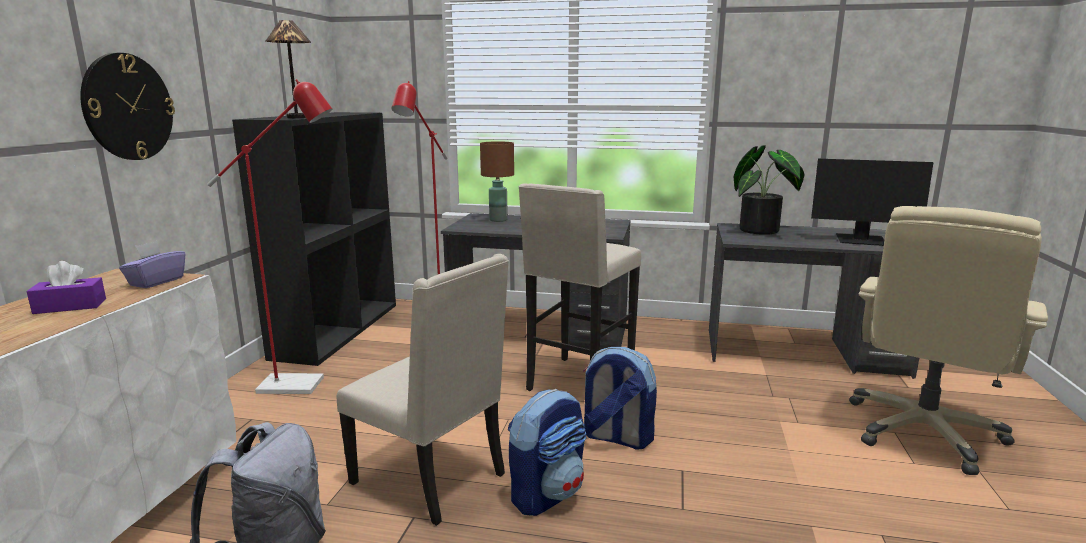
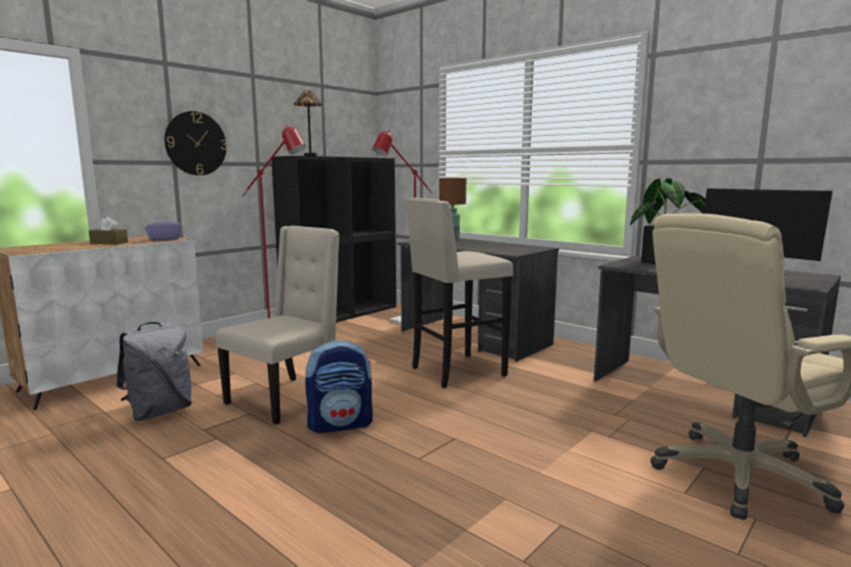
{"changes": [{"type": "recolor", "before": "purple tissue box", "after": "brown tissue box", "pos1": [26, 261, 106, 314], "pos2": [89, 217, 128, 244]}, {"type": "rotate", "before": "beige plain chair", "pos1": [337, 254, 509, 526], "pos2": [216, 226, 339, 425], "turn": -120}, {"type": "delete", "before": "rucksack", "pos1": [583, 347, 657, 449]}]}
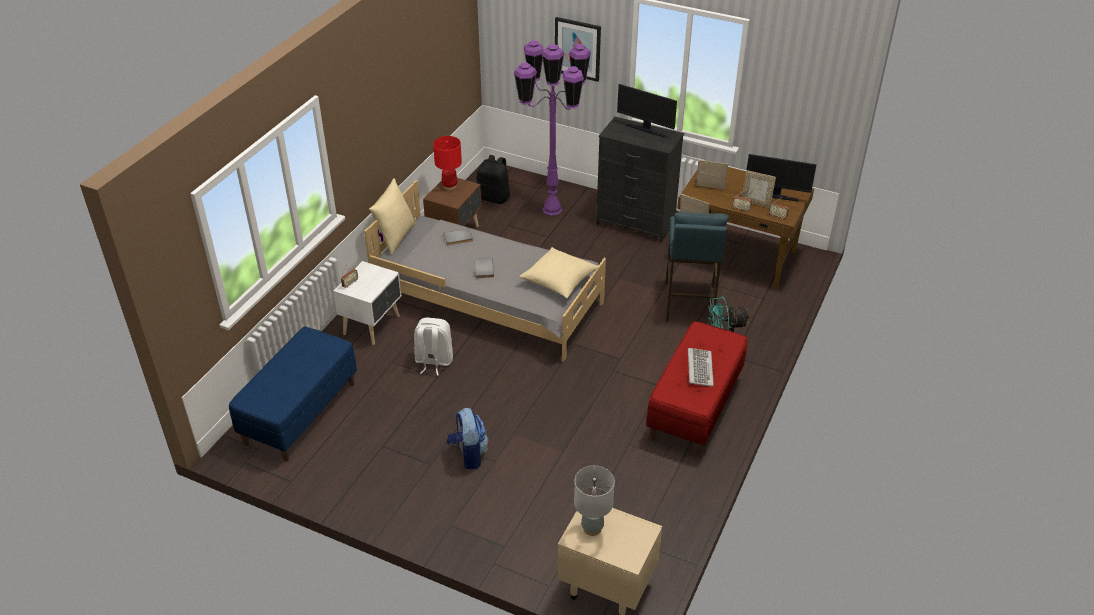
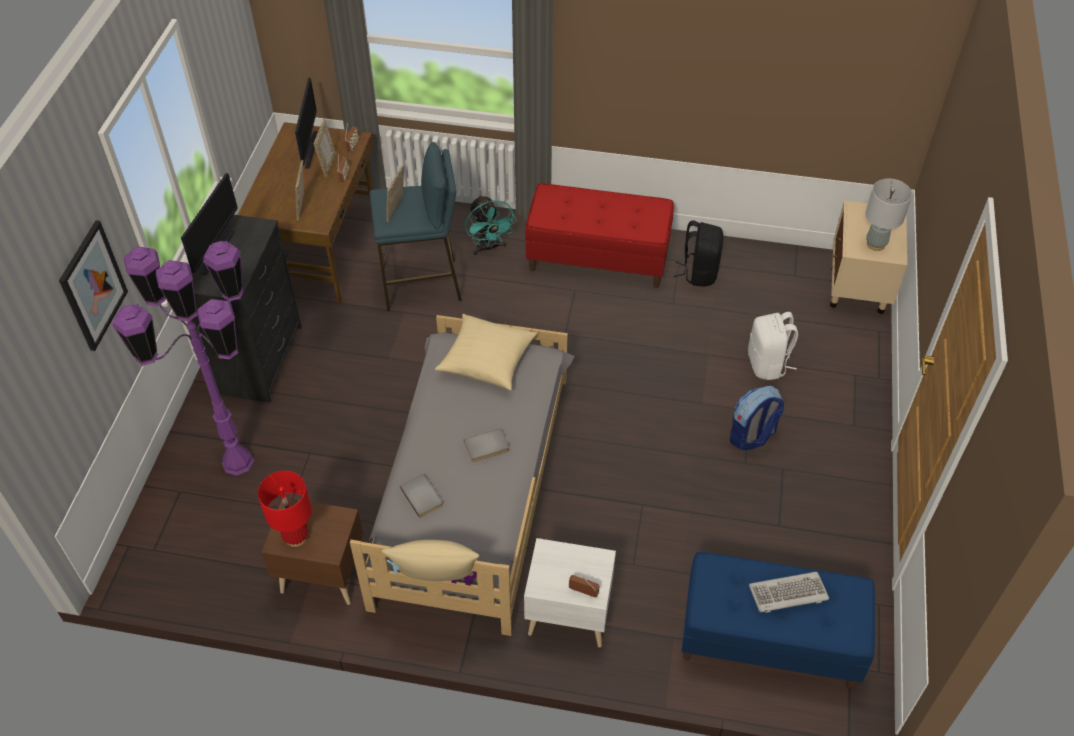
{"changes": [{"type": "move", "before": "blackish rucksack", "pos1": [477, 155, 510, 204], "pos2": [674, 221, 723, 286]}, {"type": "move", "before": "white rucksack", "pos1": [414, 318, 453, 376], "pos2": [748, 312, 798, 380]}, {"type": "move", "before": "keyboard", "pos1": [688, 348, 714, 387], "pos2": [749, 572, 829, 613]}]}
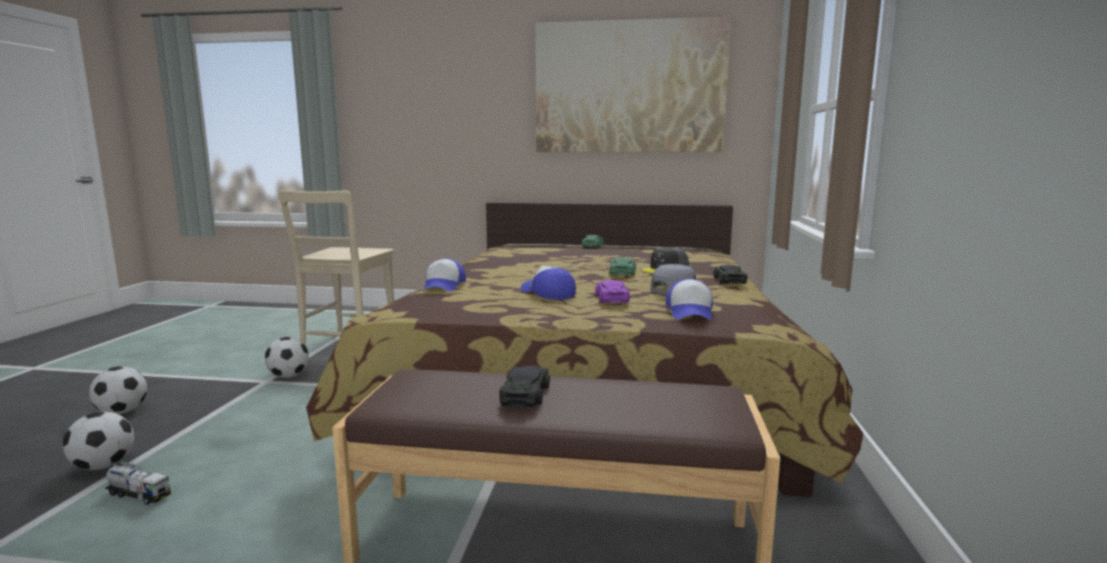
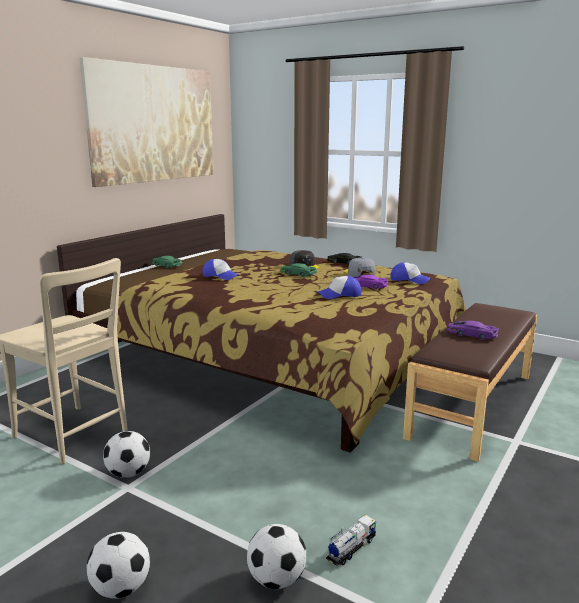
{"changes": [{"type": "move", "before": "baseball cap", "pos1": [423, 259, 466, 291], "pos2": [202, 259, 240, 280]}, {"type": "recolor", "before": "blackish miniature car", "after": "purple miniature car", "pos1": [499, 366, 550, 408], "pos2": [447, 321, 499, 340]}]}
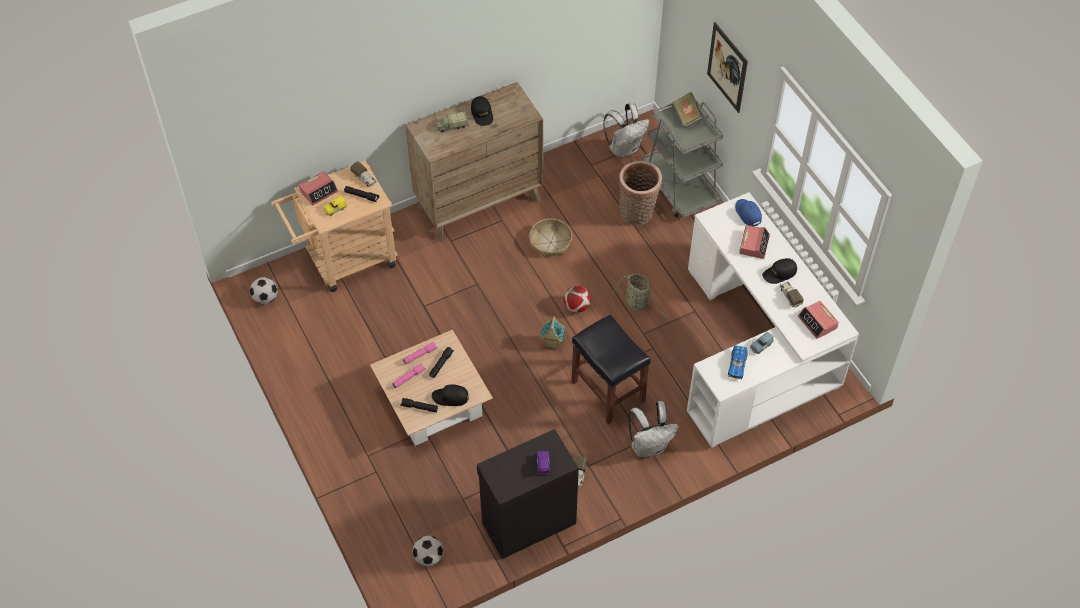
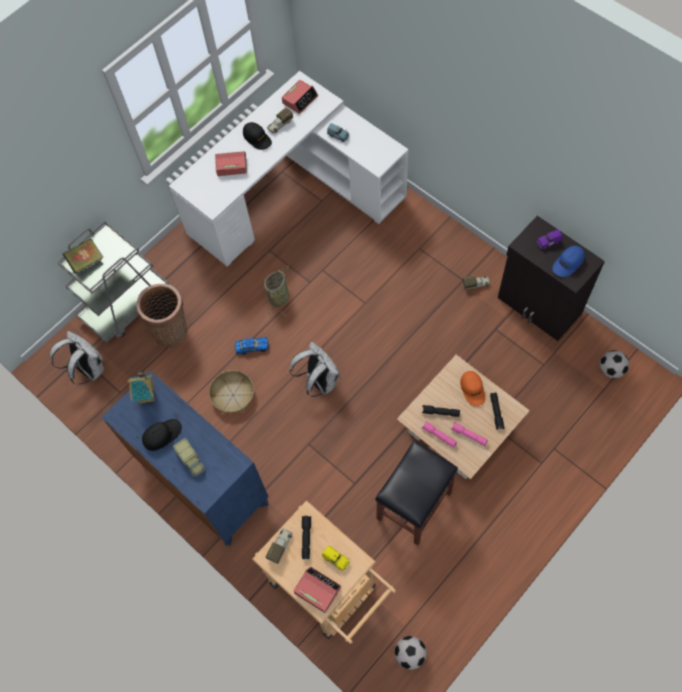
{"changes": [{"type": "recolor", "before": "brown dresser", "after": "blue dresser", "pos1": [405, 82, 543, 241], "pos2": [101, 371, 269, 546]}, {"type": "move", "before": "toy house", "pos1": [540, 316, 565, 349], "pos2": [127, 370, 155, 404]}, {"type": "move", "before": "miniature car", "pos1": [728, 346, 748, 379], "pos2": [235, 337, 269, 355]}, {"type": "move", "before": "white rucksack", "pos1": [628, 401, 679, 457], "pos2": [289, 342, 341, 397]}, {"type": "move", "before": "blackish sitting stool", "pos1": [571, 315, 651, 425], "pos2": [375, 441, 458, 545]}, {"type": "recolor", "before": "blackish baseball cap", "after": "orange-coloured baseball cap", "pos1": [432, 385, 469, 406], "pos2": [460, 371, 485, 406]}, {"type": "move", "before": "blue baseball cap", "pos1": [735, 199, 762, 226], "pos2": [552, 246, 585, 277]}, {"type": "delete", "before": "football ball", "pos1": [564, 286, 591, 313]}, {"type": "delete", "before": "wall picture", "pos1": [707, 22, 748, 113]}]}
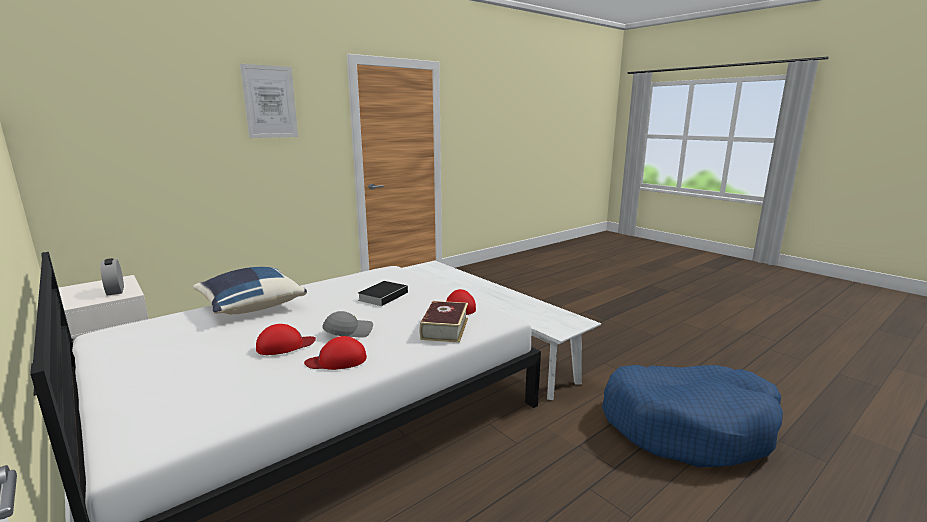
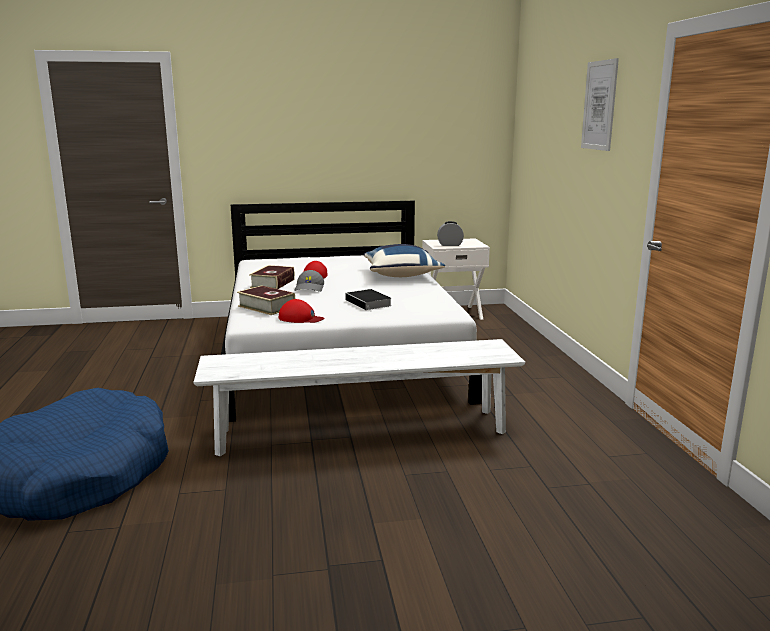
{"changes": [{"type": "replace", "before": "red-coloured baseball cap", "after": "book", "pos1": [304, 336, 367, 370], "pos2": [249, 265, 295, 289]}]}
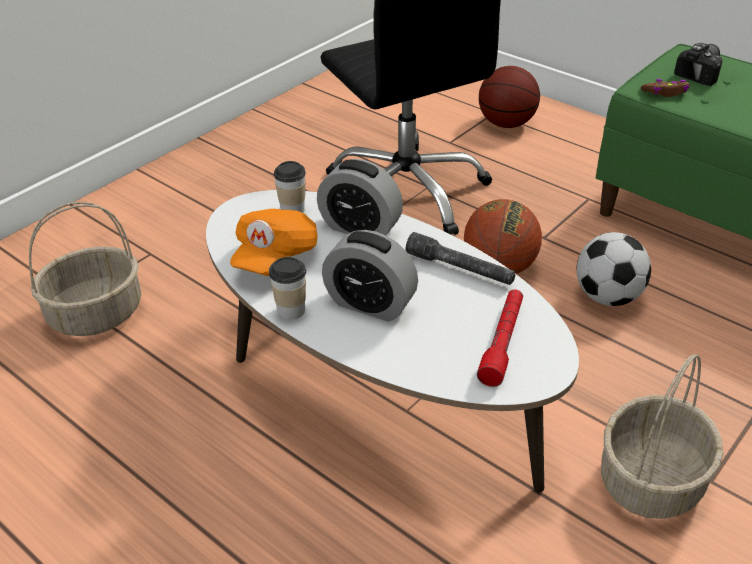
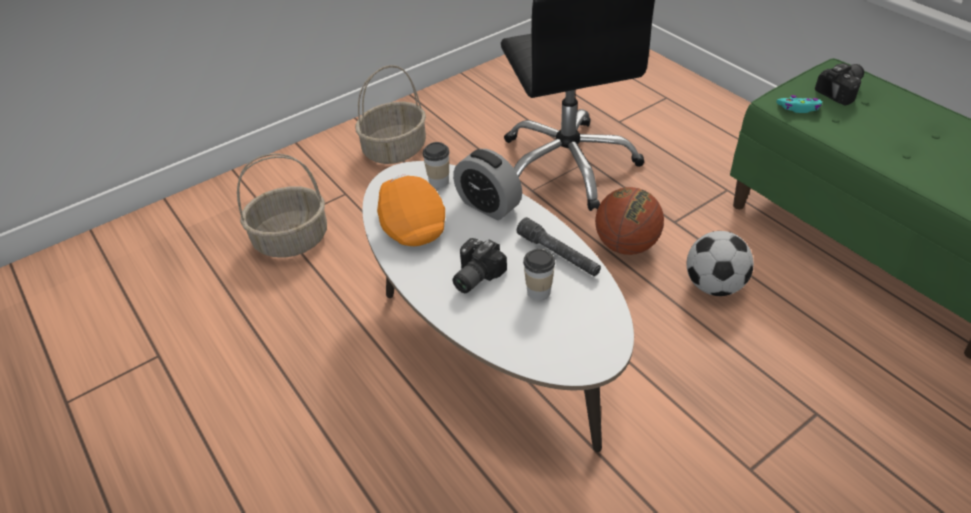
{"changes": [{"type": "move", "before": "household basket", "pos1": [601, 354, 723, 519], "pos2": [355, 65, 426, 164]}, {"type": "rotate", "before": "orange-coloured baseball cap", "pos1": [230, 209, 318, 276], "pos2": [377, 175, 445, 246], "turn": 120}, {"type": "replace", "before": "table clock", "after": "still camera", "pos1": [322, 230, 418, 322], "pos2": [453, 238, 507, 293]}, {"type": "move", "before": "drinking cup", "pos1": [269, 257, 306, 319], "pos2": [523, 249, 555, 300]}, {"type": "recolor", "before": "brown gamepad", "after": "turquoise-coloured gamepad", "pos1": [641, 79, 690, 97], "pos2": [776, 95, 822, 113]}, {"type": "delete", "before": "red-coloured torch", "pos1": [477, 289, 523, 387]}, {"type": "delete", "before": "basketball ball", "pos1": [479, 66, 540, 128]}]}
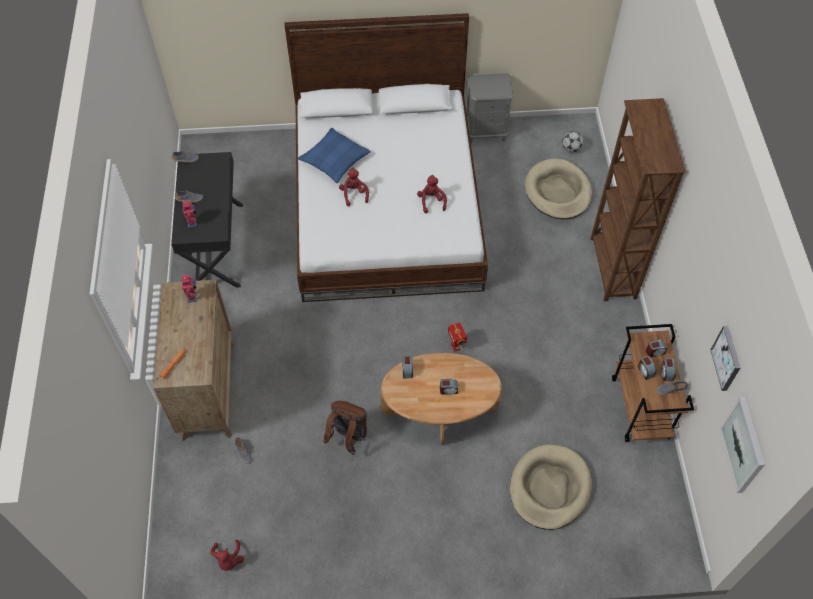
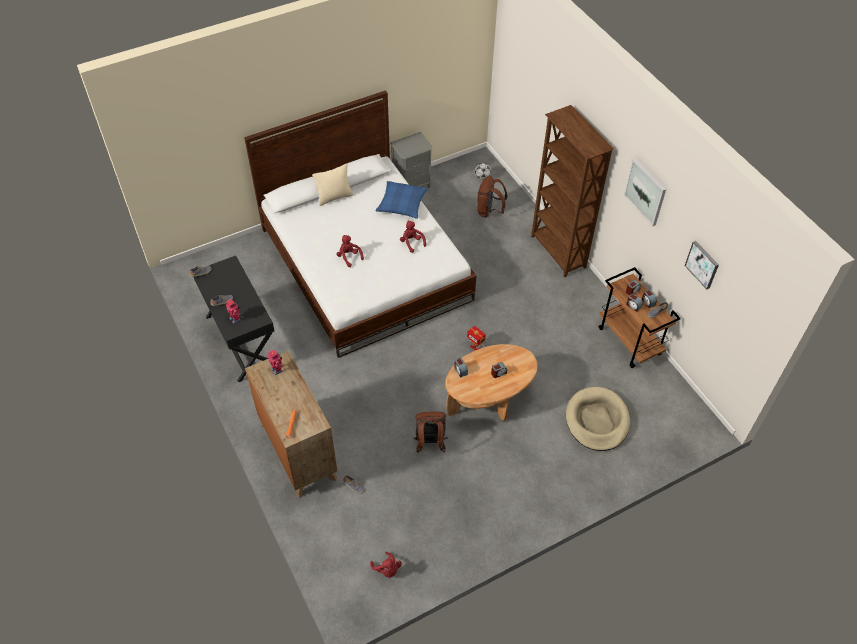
{"changes": [{"type": "insert", "after": "beige cushion", "pos2": [312, 163, 353, 206]}, {"type": "move", "before": "blue cushion", "pos1": [297, 128, 371, 183], "pos2": [375, 181, 428, 219]}, {"type": "replace", "before": "beige dog bed", "after": "brown rucksack", "pos1": [525, 158, 592, 219], "pos2": [477, 176, 507, 218]}, {"type": "move", "before": "wall picture", "pos1": [720, 397, 765, 493], "pos2": [623, 158, 666, 226]}]}
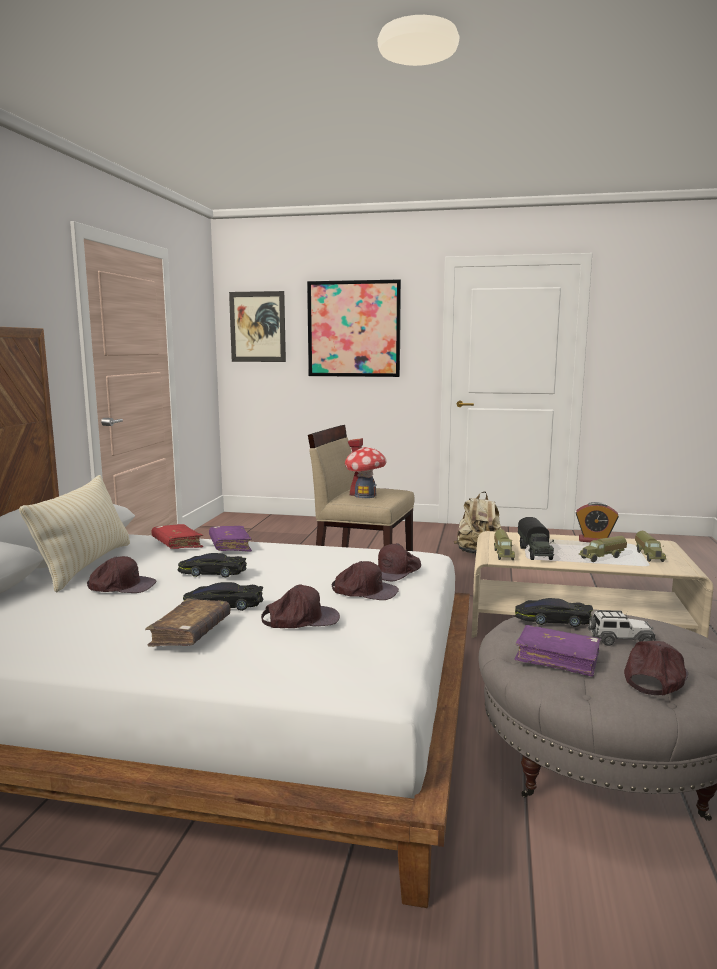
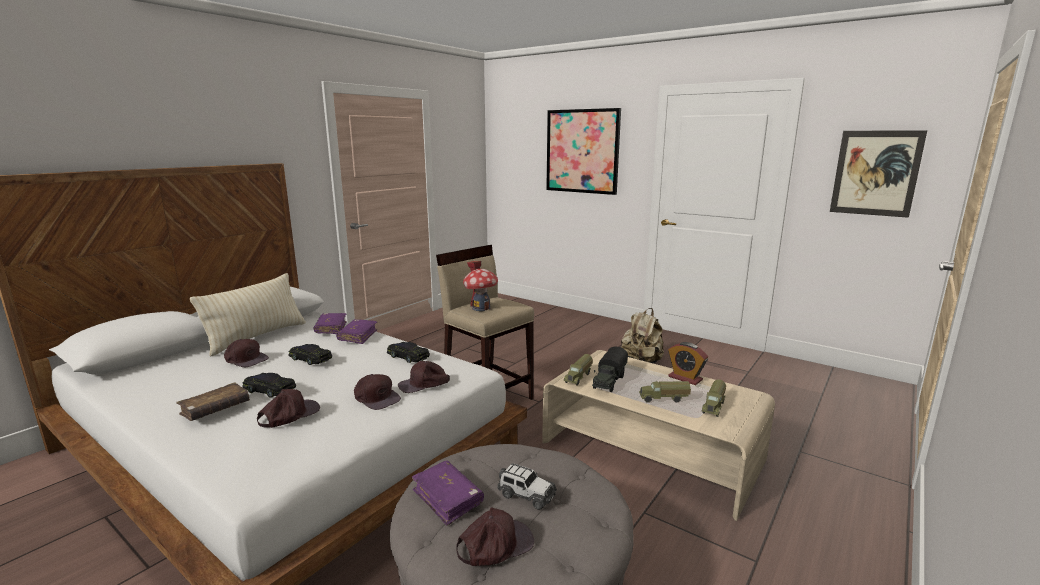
{"changes": [{"type": "rotate", "before": "brown baseball cap", "pos1": [261, 585, 340, 628], "pos2": [257, 389, 320, 428], "turn": -60}, {"type": "recolor", "before": "red-coloured book", "after": "purple book", "pos1": [152, 524, 203, 549], "pos2": [314, 313, 347, 334]}, {"type": "move", "before": "blackish miniature car", "pos1": [515, 598, 593, 627], "pos2": [387, 342, 430, 363]}, {"type": "move", "before": "wall picture", "pos1": [229, 291, 286, 362], "pos2": [830, 130, 927, 218]}]}
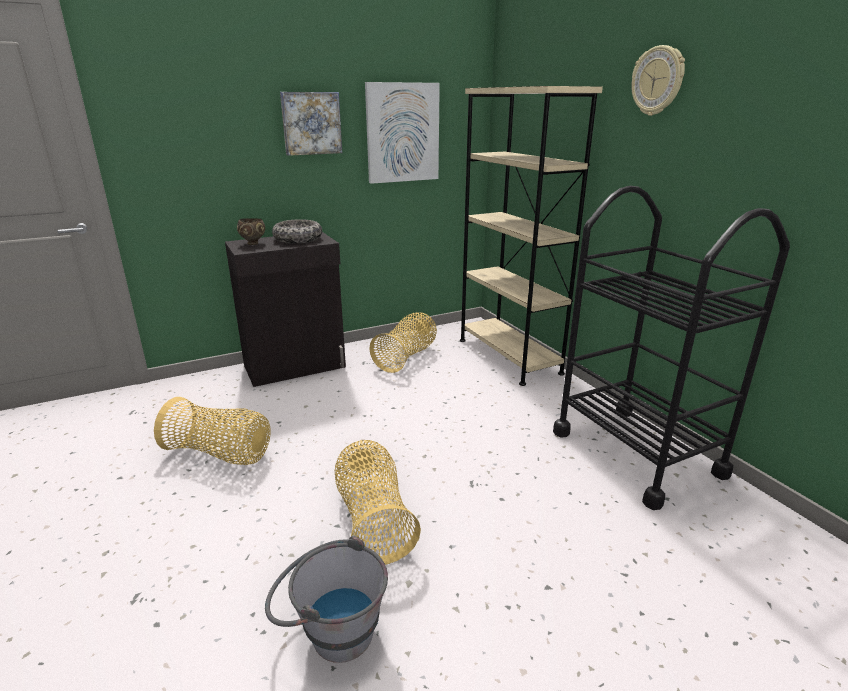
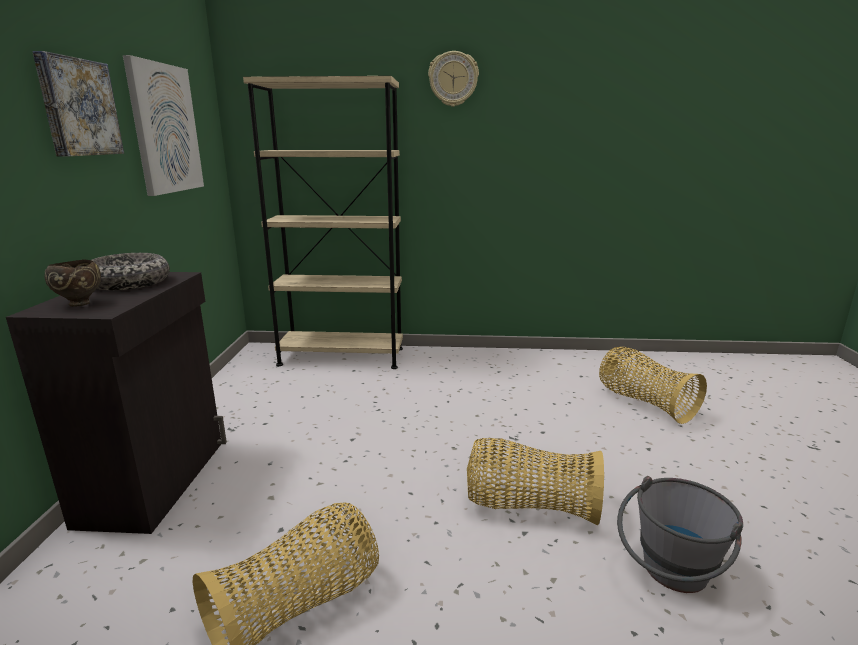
{"changes": [{"type": "move", "before": "household basket", "pos1": [369, 312, 437, 373], "pos2": [599, 347, 707, 424]}, {"type": "delete", "before": "blackish cart", "pos1": [553, 186, 790, 510]}]}
